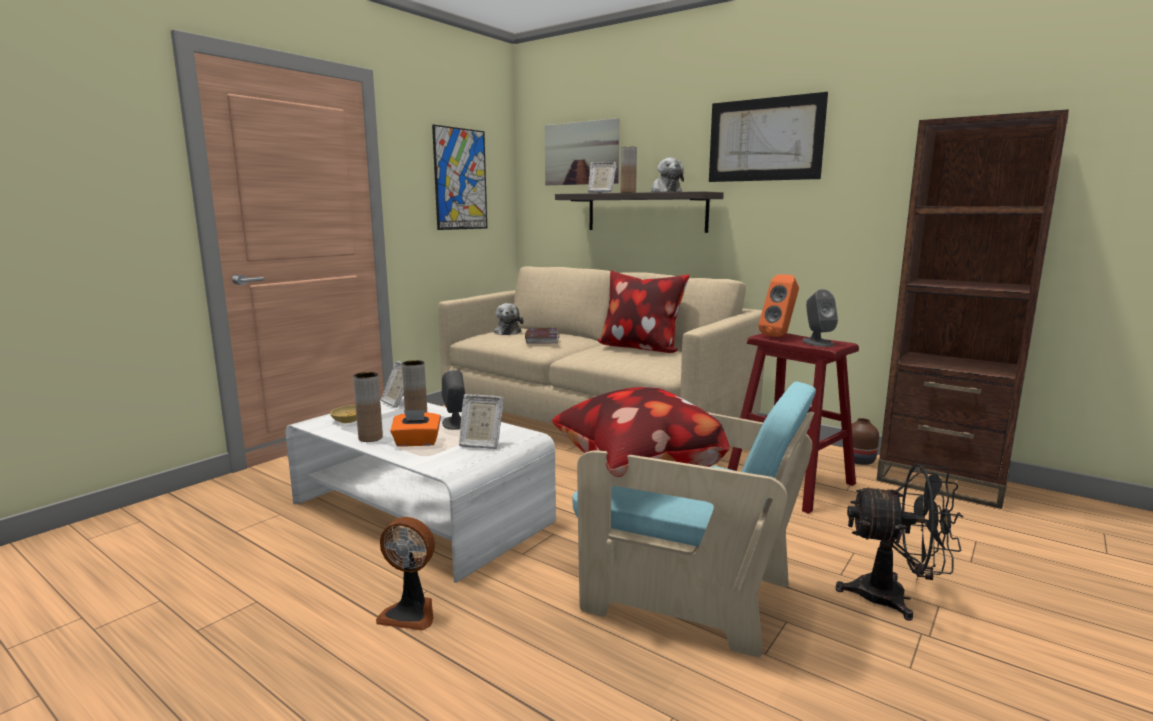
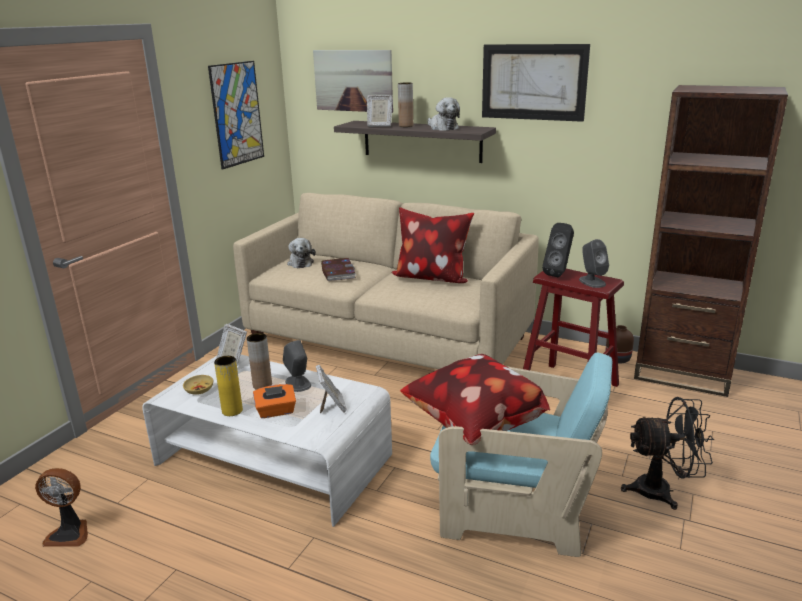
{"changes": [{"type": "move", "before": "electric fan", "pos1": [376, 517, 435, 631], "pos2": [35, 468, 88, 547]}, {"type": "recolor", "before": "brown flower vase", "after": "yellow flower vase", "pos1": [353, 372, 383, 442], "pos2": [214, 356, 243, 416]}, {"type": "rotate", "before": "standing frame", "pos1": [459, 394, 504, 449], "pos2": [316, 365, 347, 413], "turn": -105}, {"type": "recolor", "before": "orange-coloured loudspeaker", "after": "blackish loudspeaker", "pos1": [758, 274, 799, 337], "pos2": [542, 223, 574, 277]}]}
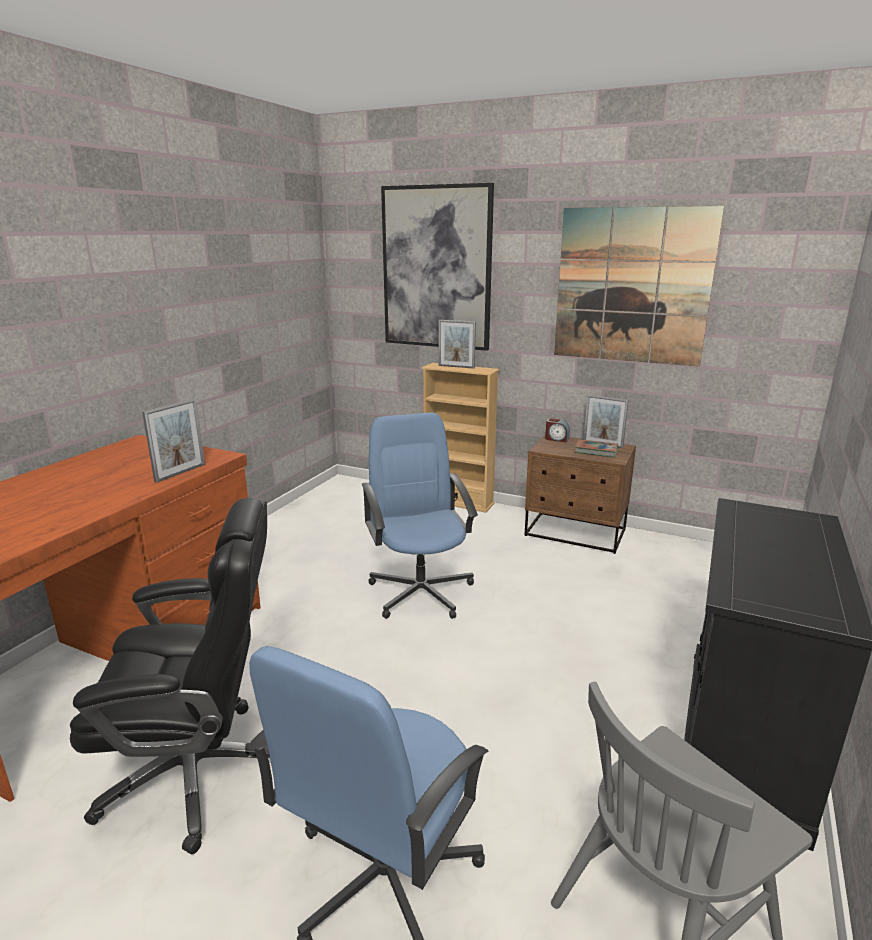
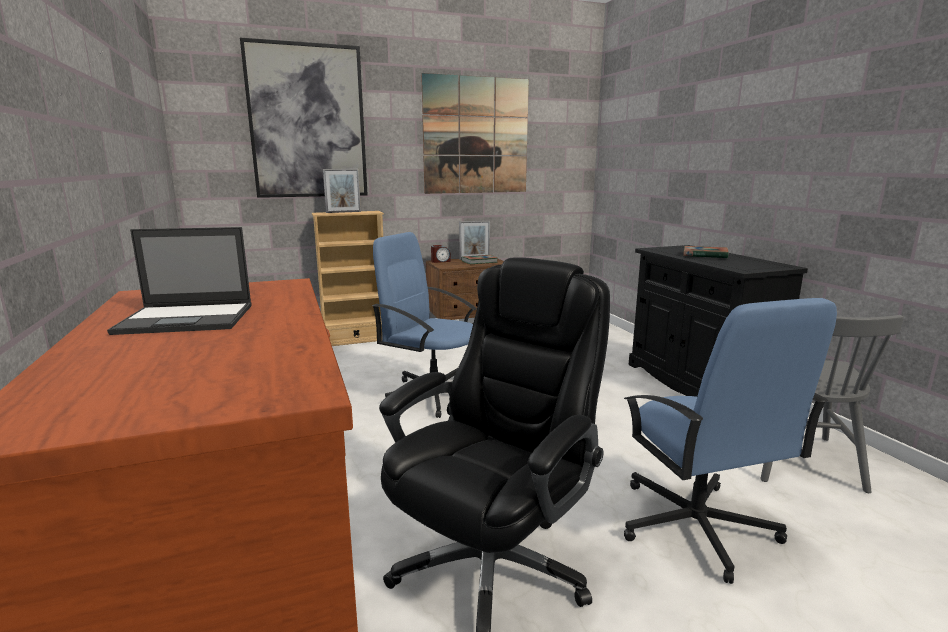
{"changes": [{"type": "insert", "after": "notebook computer", "pos2": [107, 227, 252, 335]}, {"type": "insert", "after": "book", "pos2": [683, 246, 729, 259]}, {"type": "delete", "before": "standing frame", "pos1": [142, 398, 205, 483]}]}
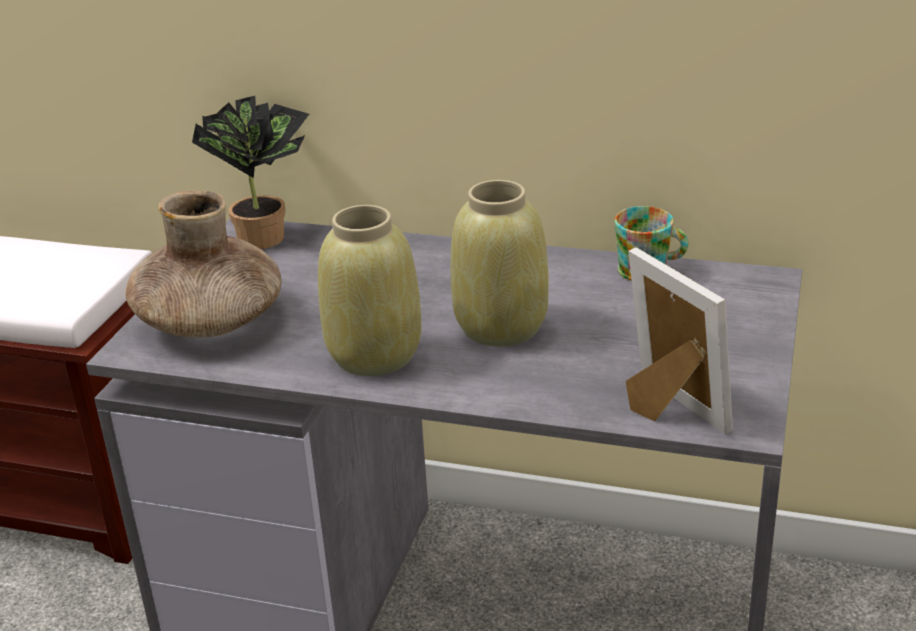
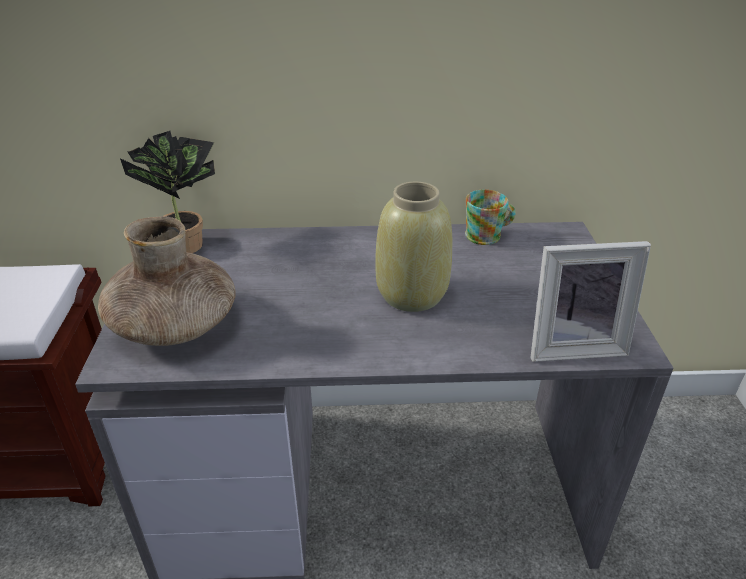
{"changes": [{"type": "rotate", "before": "standing frame", "pos1": [625, 248, 733, 434], "pos2": [530, 241, 651, 362], "turn": 135}, {"type": "delete", "before": "beige flower vase", "pos1": [318, 205, 421, 376]}]}
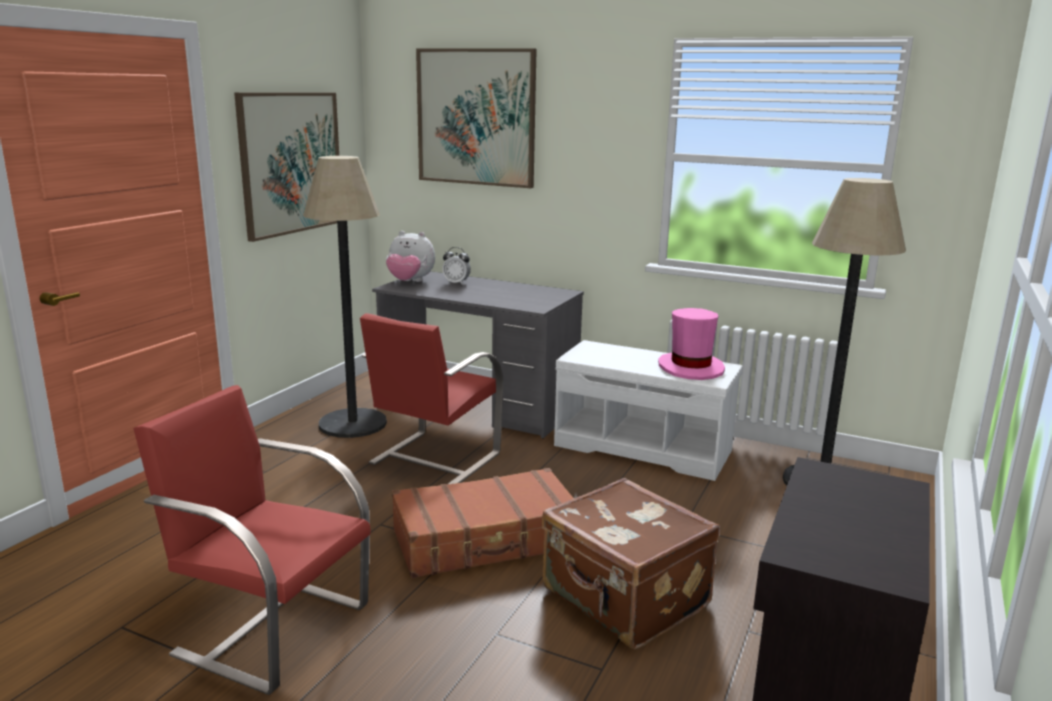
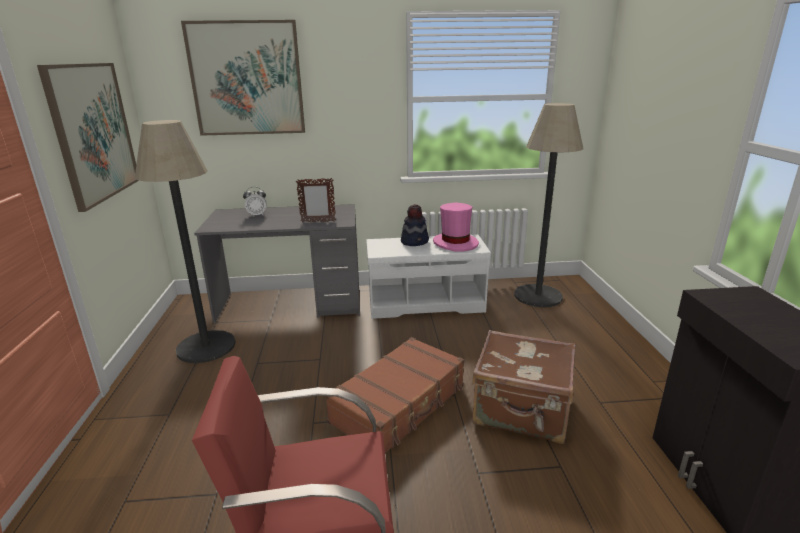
{"changes": [{"type": "insert", "after": "standing frame", "pos2": [296, 178, 336, 222]}, {"type": "insert", "after": "hat", "pos2": [401, 204, 429, 246]}, {"type": "delete", "before": "red-coloured plain chair", "pos1": [360, 313, 503, 485]}, {"type": "delete", "before": "soft toy", "pos1": [386, 231, 435, 282]}]}
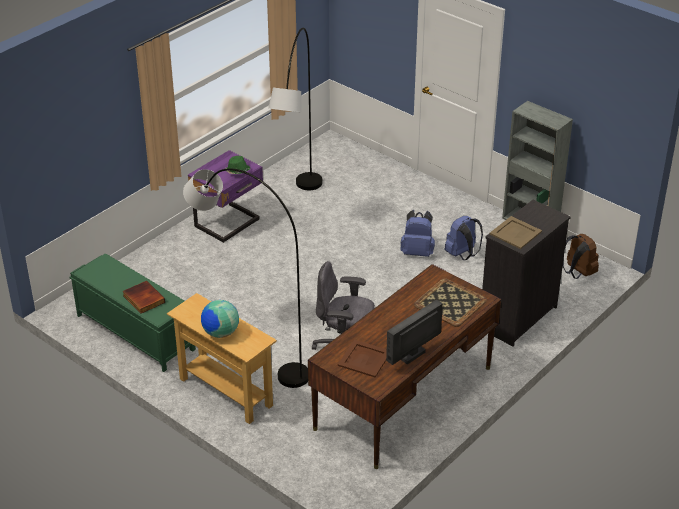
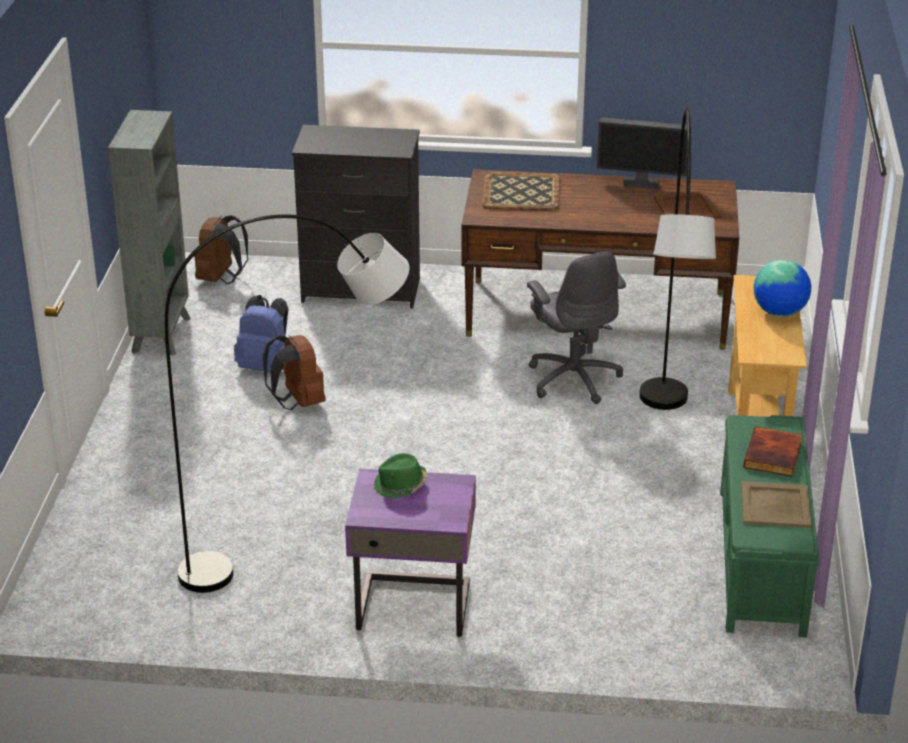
{"changes": [{"type": "recolor", "before": "blue rucksack", "after": "brown rucksack", "pos1": [401, 210, 435, 257], "pos2": [262, 335, 326, 410]}, {"type": "move", "before": "beige tray", "pos1": [490, 216, 542, 249], "pos2": [741, 481, 812, 528]}]}
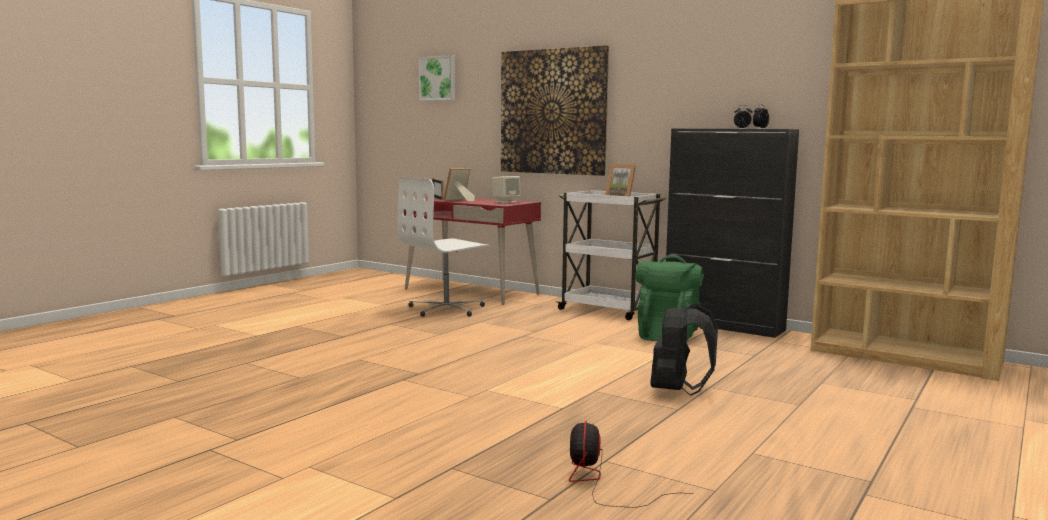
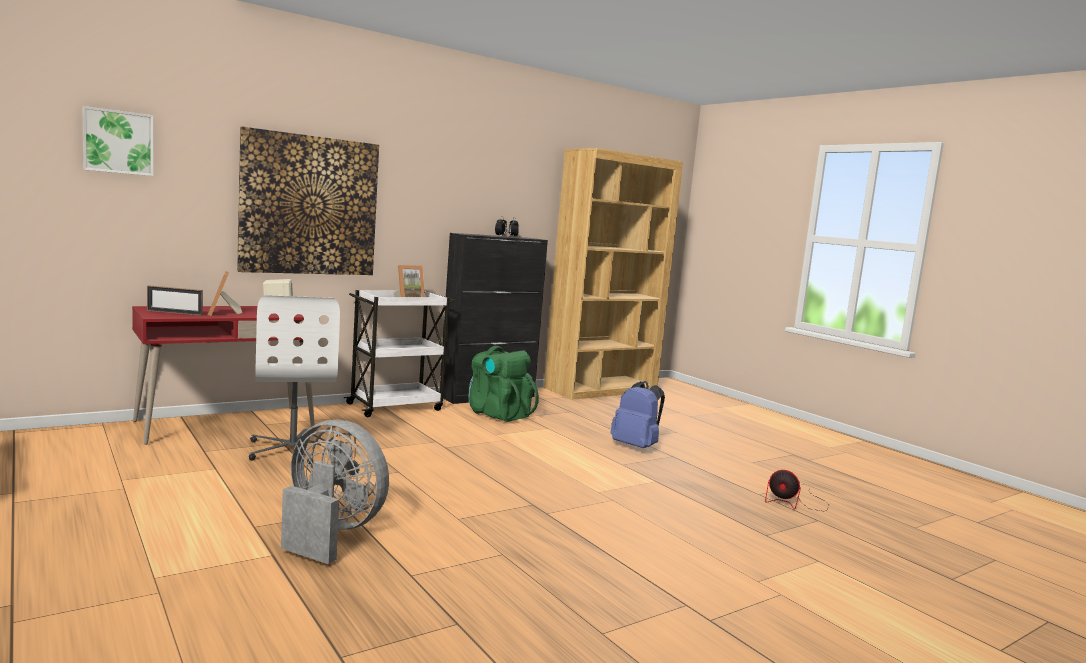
{"changes": [{"type": "insert", "after": "greyish electric fan", "pos2": [281, 420, 389, 564]}, {"type": "recolor", "before": "blackish rucksack", "after": "blue rucksack", "pos1": [650, 303, 718, 396], "pos2": [610, 381, 665, 448]}]}
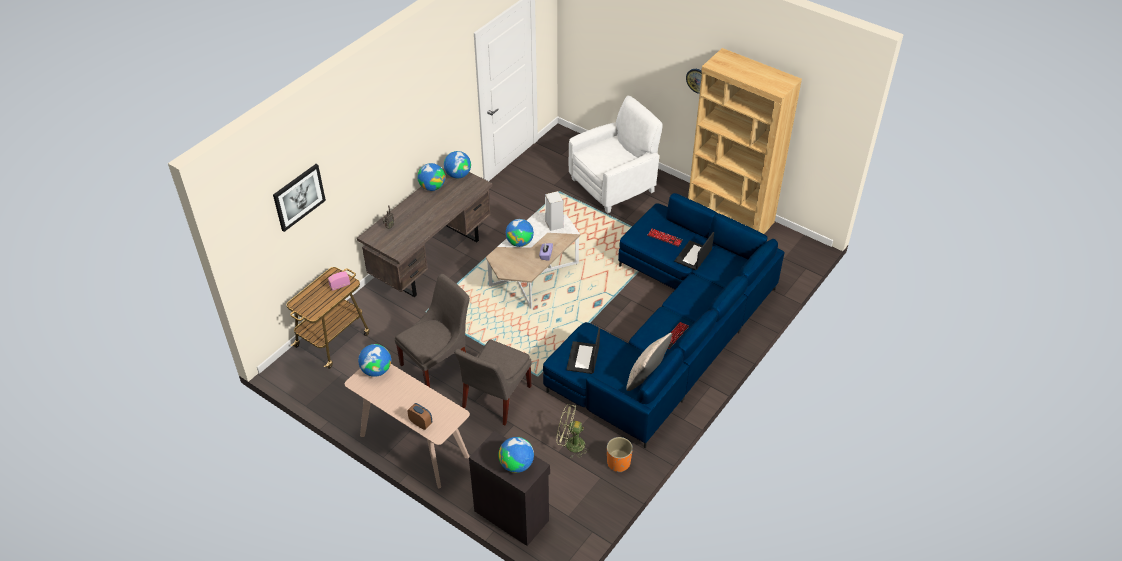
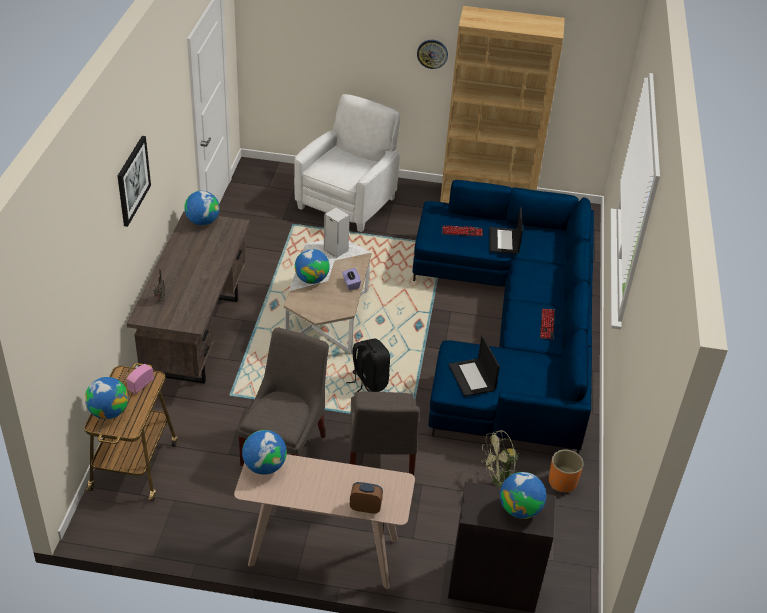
{"changes": [{"type": "move", "before": "globe", "pos1": [417, 163, 445, 191], "pos2": [85, 377, 128, 419]}, {"type": "move", "before": "wall picture", "pos1": [273, 164, 326, 232], "pos2": [118, 136, 151, 227]}, {"type": "insert", "after": "blackish rucksack", "pos2": [346, 339, 390, 392]}, {"type": "delete", "before": "beige cushion", "pos1": [626, 333, 672, 391]}]}
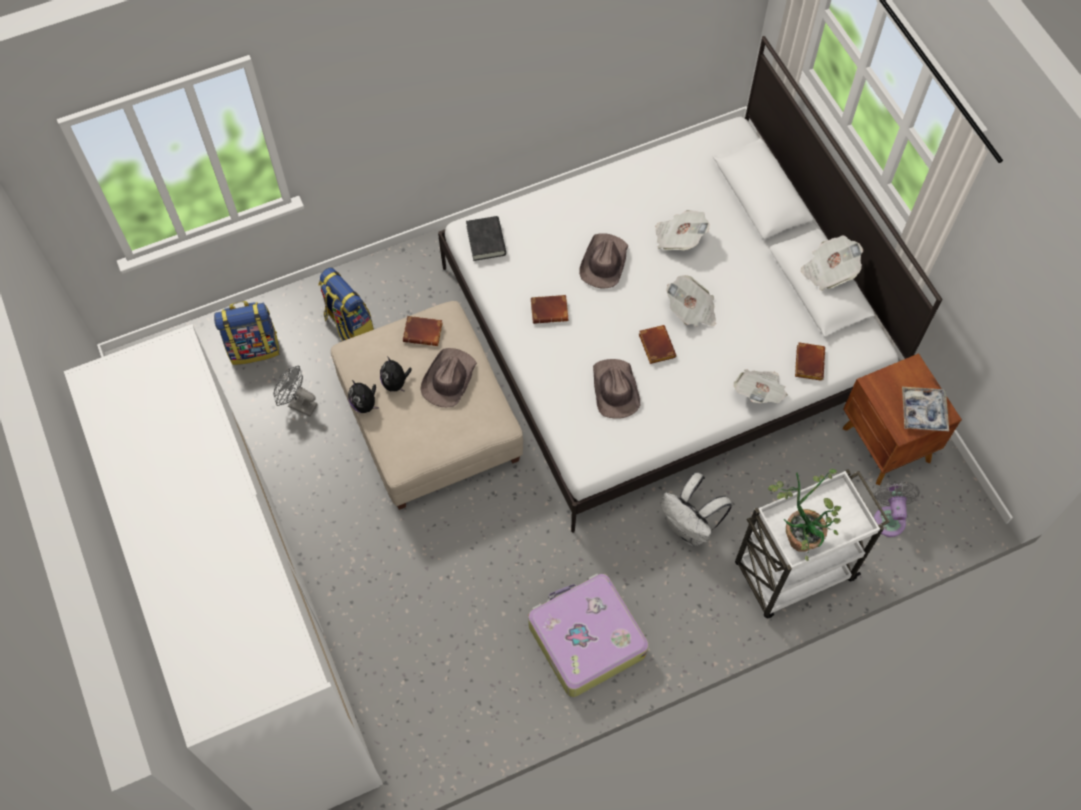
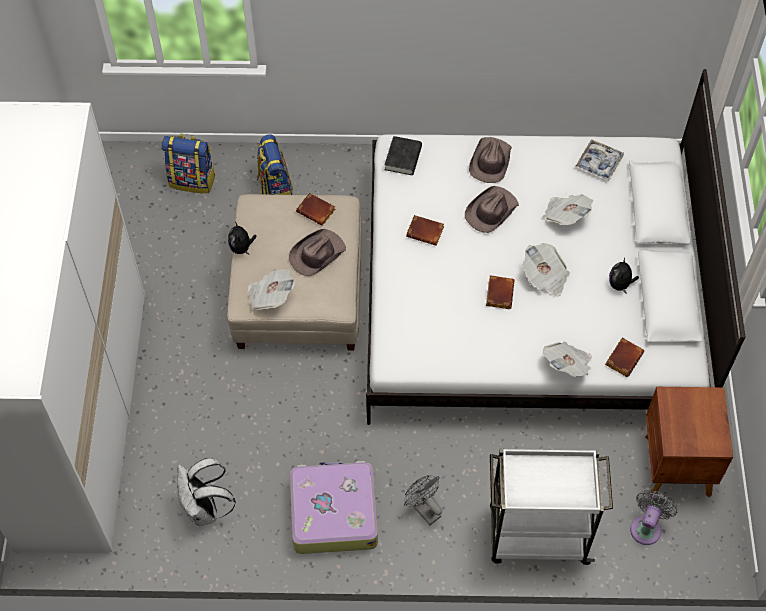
{"changes": [{"type": "move", "before": "white rucksack", "pos1": [661, 473, 732, 546], "pos2": [177, 458, 236, 526]}, {"type": "move", "before": "daily paper", "pos1": [801, 236, 863, 291], "pos2": [247, 269, 295, 310]}, {"type": "move", "before": "greyish electric fan", "pos1": [273, 365, 318, 416], "pos2": [404, 475, 442, 525]}, {"type": "move", "before": "brown hat", "pos1": [593, 359, 640, 418], "pos2": [469, 137, 512, 183]}, {"type": "move", "before": "tray", "pos1": [902, 387, 949, 431], "pos2": [576, 139, 624, 180]}, {"type": "move", "before": "soft toy", "pos1": [380, 356, 412, 392], "pos2": [609, 258, 639, 293]}, {"type": "delete", "before": "houseplant", "pos1": [768, 469, 841, 561]}]}
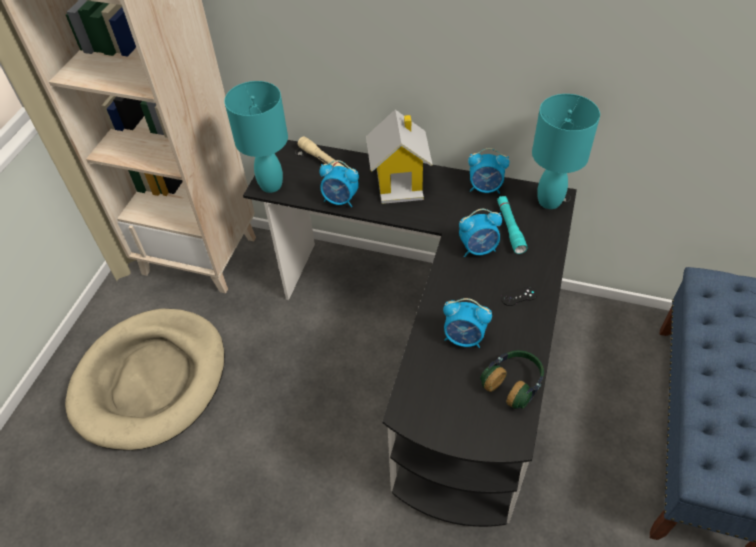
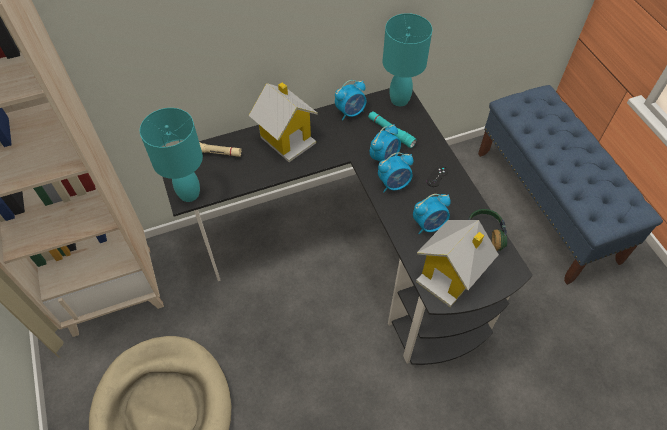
{"changes": [{"type": "move", "before": "table clock", "pos1": [319, 160, 359, 207], "pos2": [378, 152, 413, 192]}, {"type": "insert", "after": "toy house", "pos2": [416, 220, 499, 307]}]}
